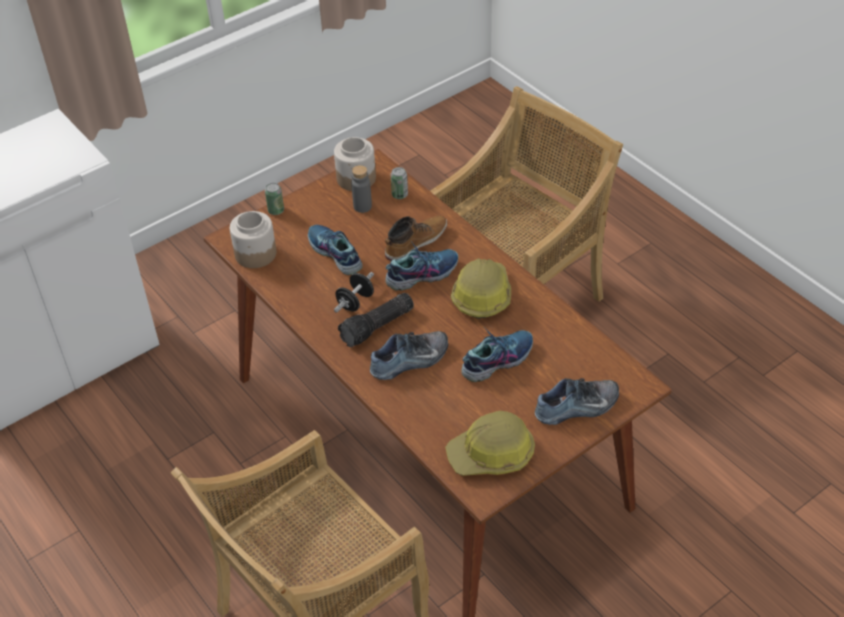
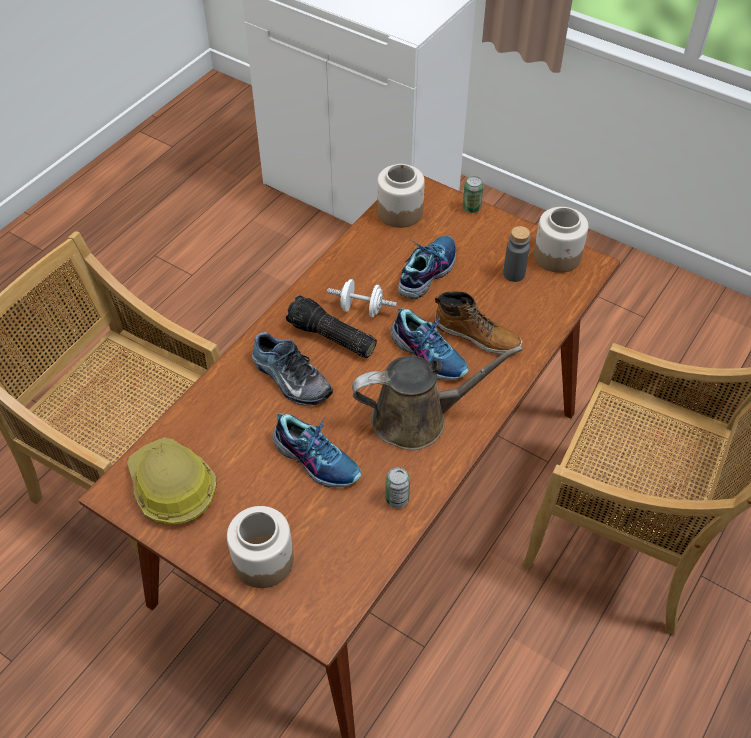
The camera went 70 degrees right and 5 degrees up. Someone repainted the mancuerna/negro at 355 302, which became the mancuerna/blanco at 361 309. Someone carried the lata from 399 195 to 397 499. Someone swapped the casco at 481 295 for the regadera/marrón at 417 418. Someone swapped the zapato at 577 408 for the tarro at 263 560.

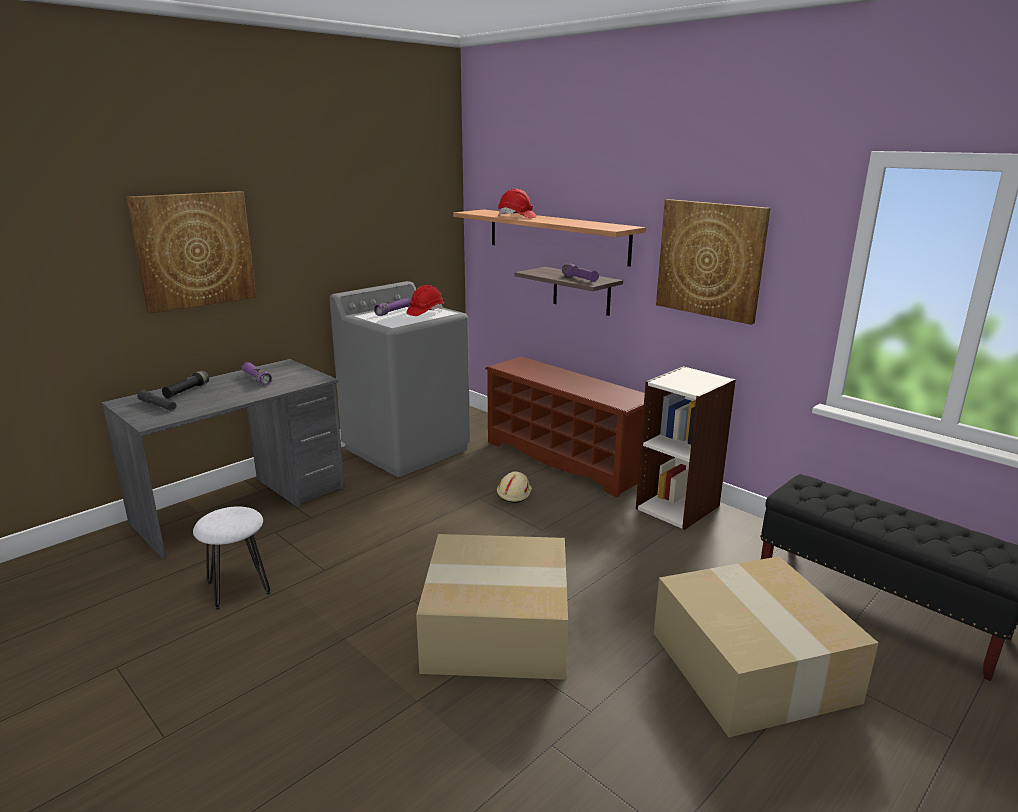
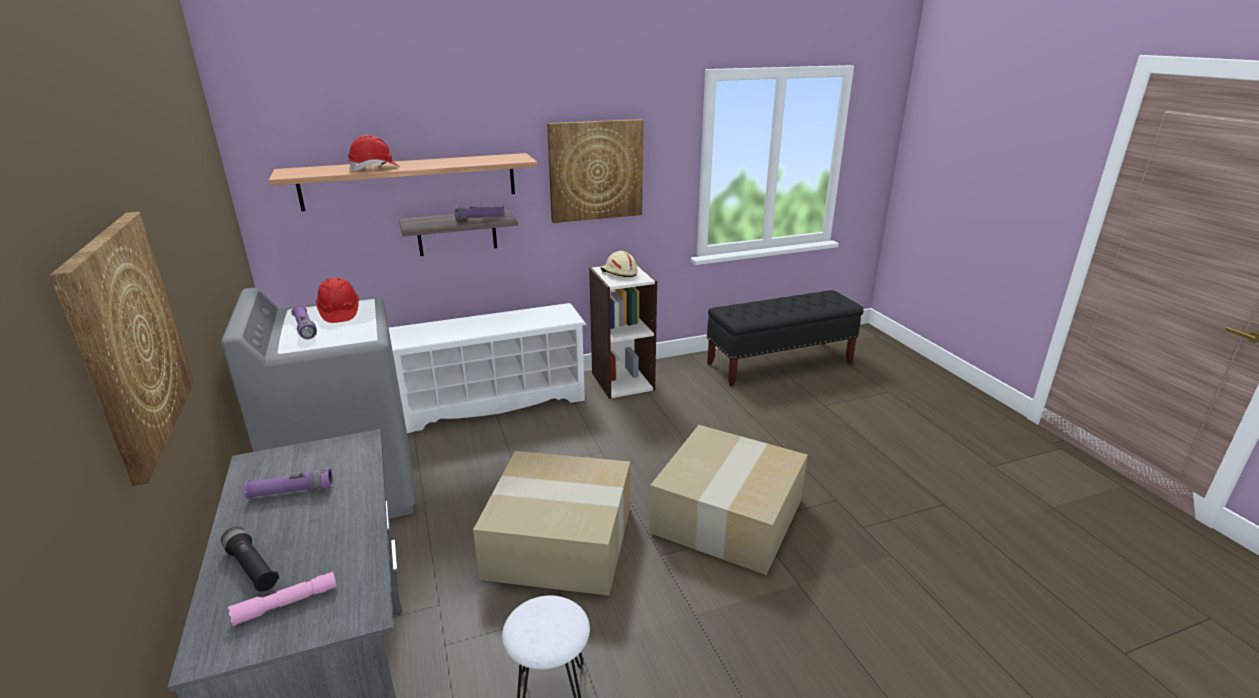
The camera went 65 degrees left and 5 degrees up. Someone repainted the linterna/gris at 158 405, which became the linterna/rosa at 286 604. Someone repainted the zapatero/marrón at 565 460, which became the zapatero/blanco at 495 402. Someone carried the casco/beis from 513 493 to 618 273. Someone carried the caja de cartón from 755 667 to 562 540.

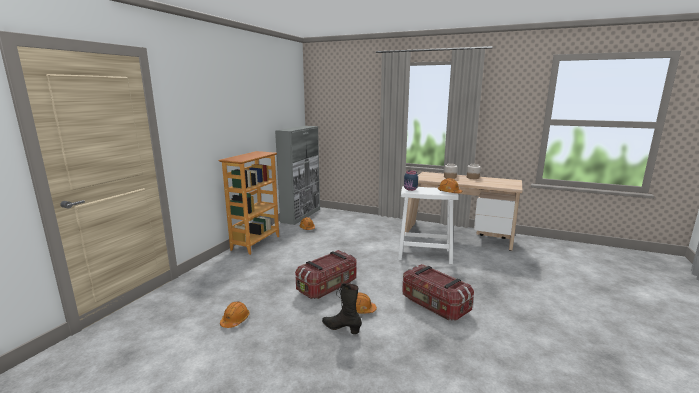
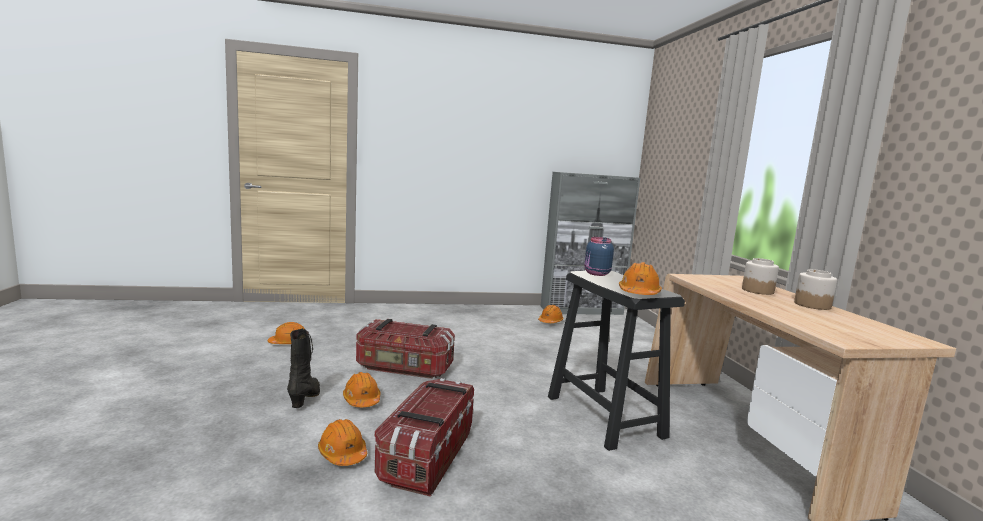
The camera went 55 degrees right and 5 degrees down. Someone took away the estantería at 255 243. Someone repainted the taburete/blanco at 424 254, which became the taburete/negro at 604 416. Someone put down the casco/naranja at 342 453.

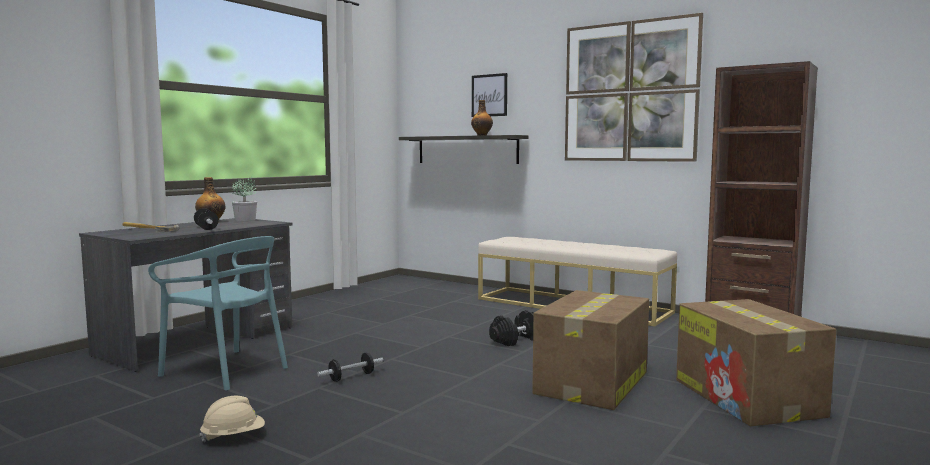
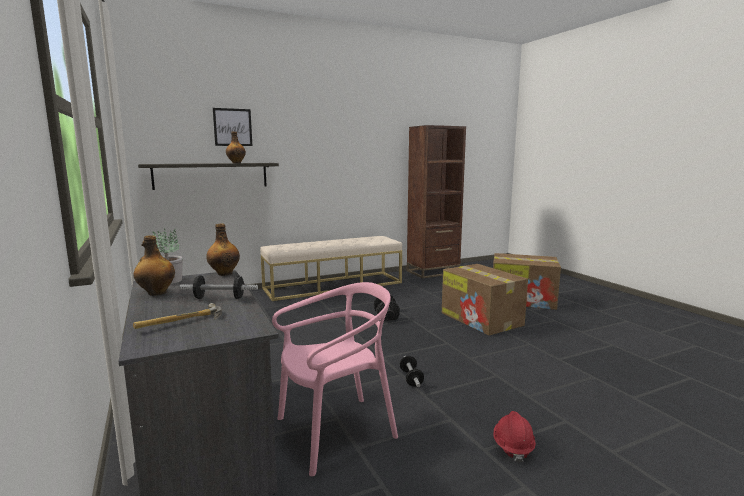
The camera went 60 degrees left and 5 degrees up. Someone repainted the silla/turquesa at 226 370, which became the silla/rosa at 335 431. Someone repainted the casco/beis at 233 437, which became the casco/rojo at 512 447. Someone took away the cuadro at 630 92. Someone put down the botella at 224 273.

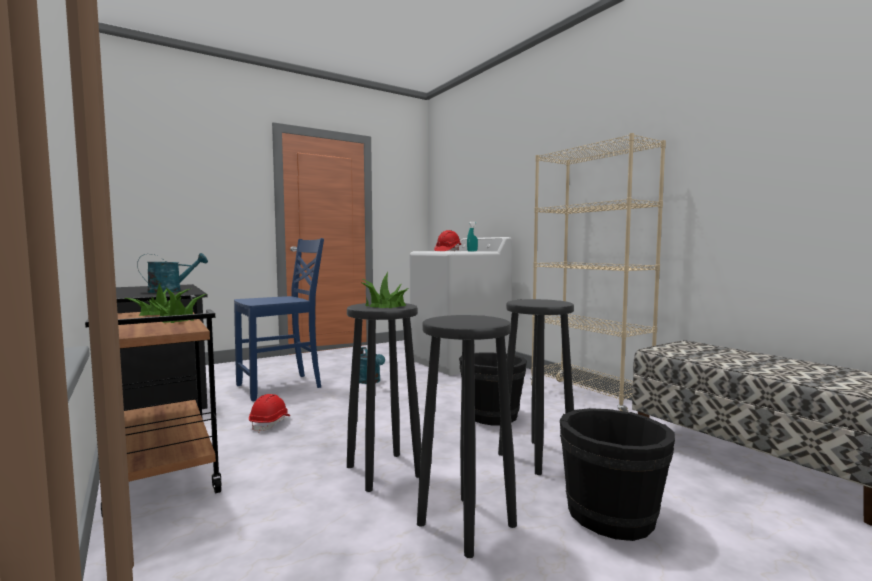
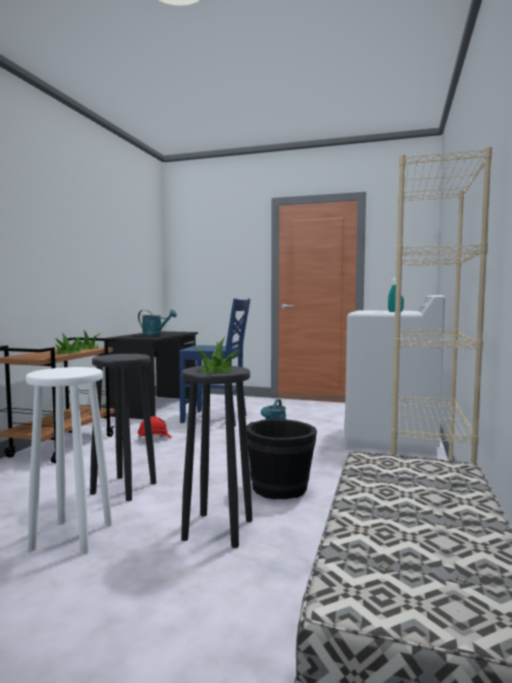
The camera went 50 degrees right and 0 degrees up. Someone carried the planta en maceta from 385 305 to 217 369. Someone repainted the taburete/negro at 465 525, which became the taburete/blanco at 71 536. Someone took away the casco/rojo at 447 251. Someone took away the cubo/negro at 611 515.

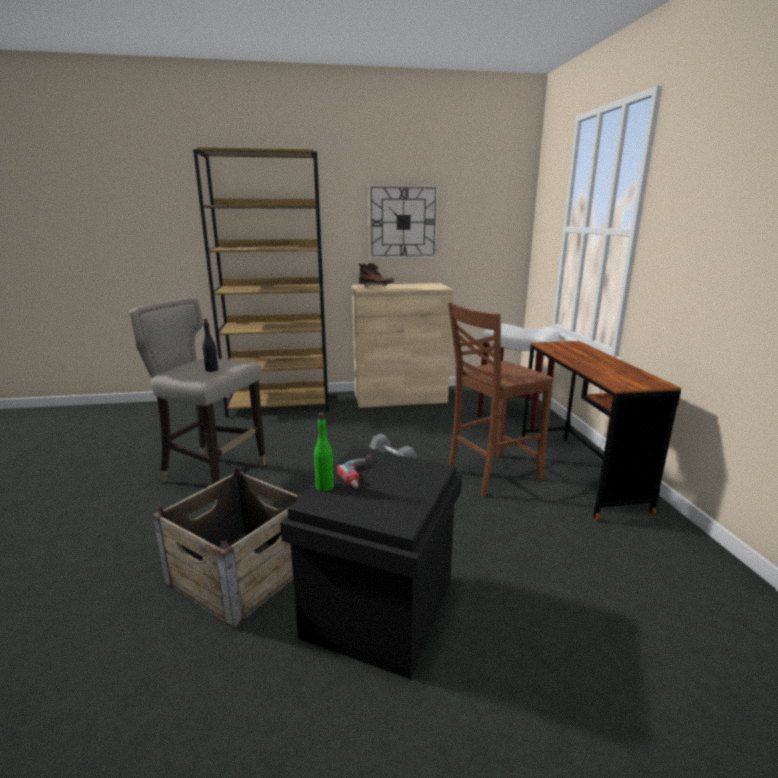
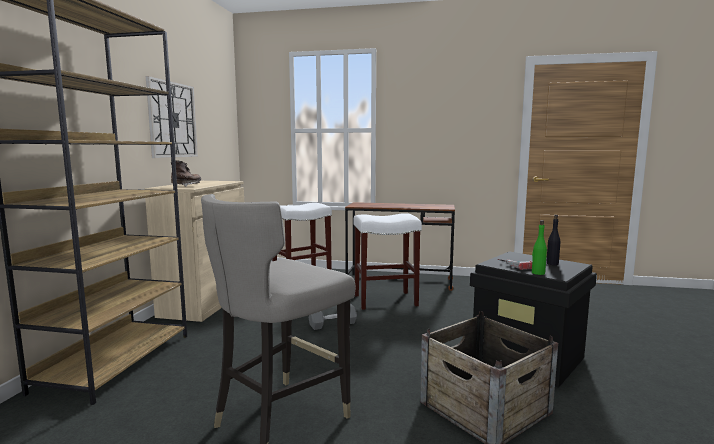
The camera went 70 degrees left and 10 degrees down. Someone carried the botella/negro from 212 370 to 552 263. Someone swapped the silla/marrón at 490 474 for the taburete/blanco at 384 300.

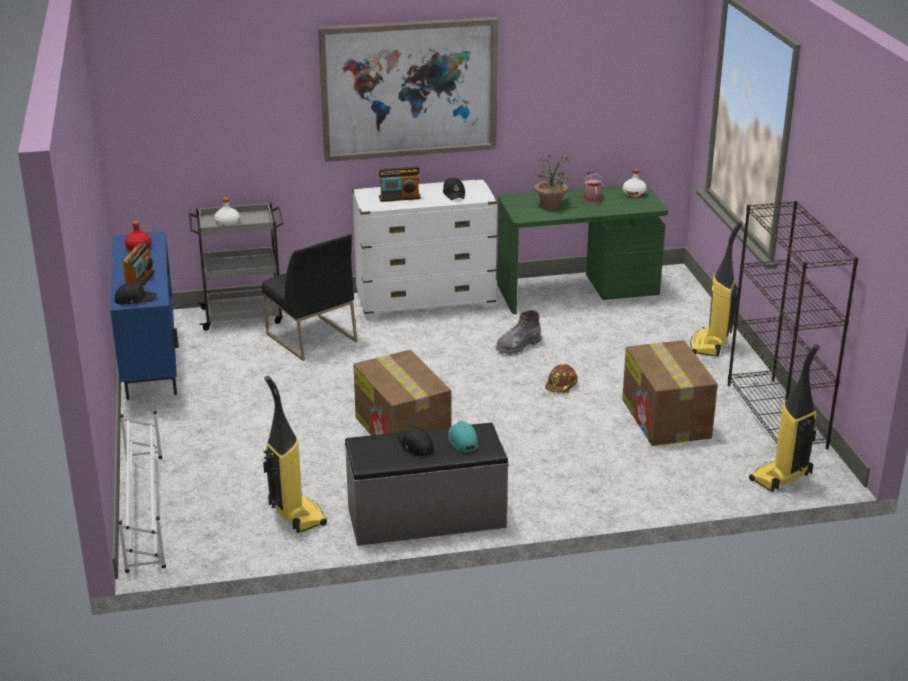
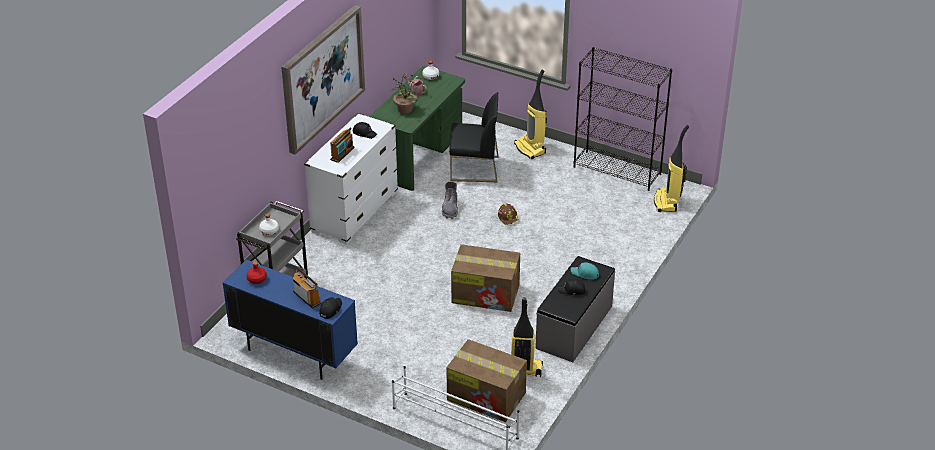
The camera went 50 degrees left and 10 degrees up. Someone carried the silla/negro from 310 337 to 474 169. Someone carried the caja de cartón from 666 419 to 487 397.

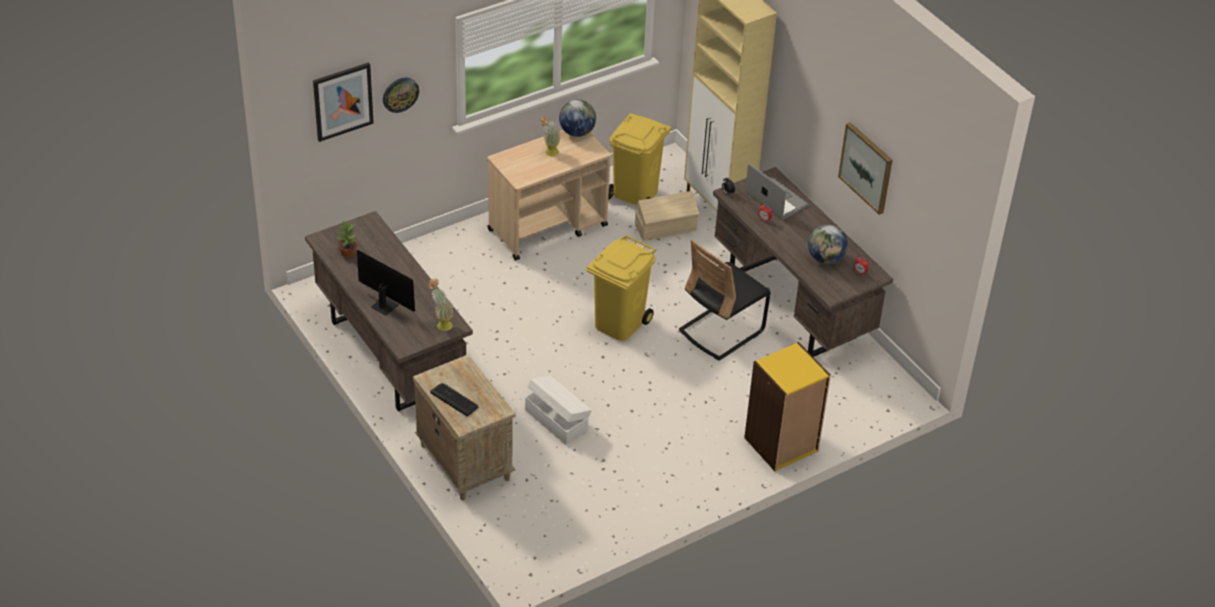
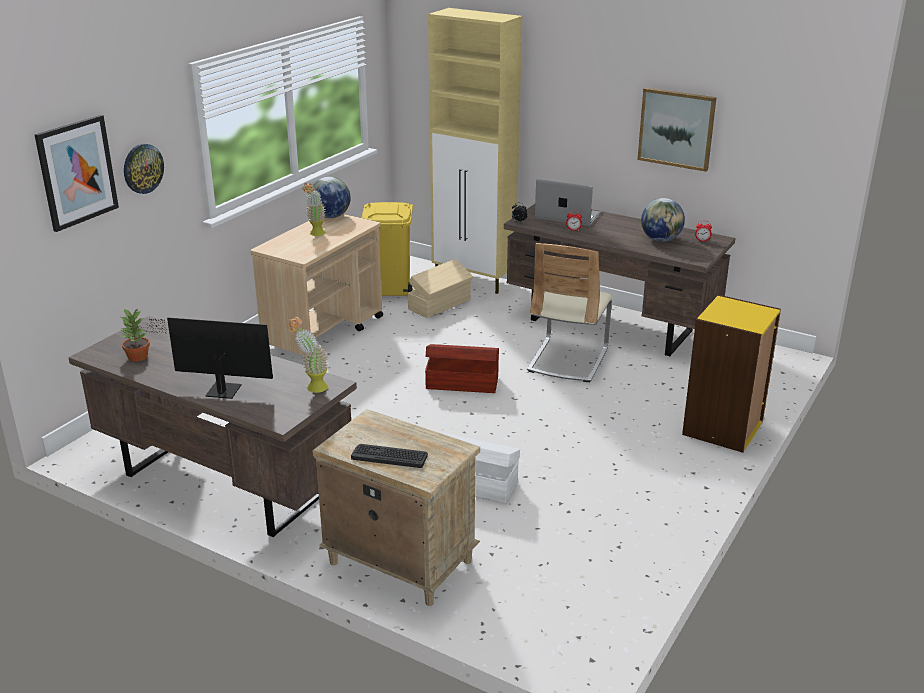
The camera went 25 degrees left and 15 degrees down. Someone swapped the papelera/amarillo at 618 323 for the caja de almacenaje/marrón at 461 382. Someone repainted the silla/negro at 721 331, which became the silla/beis at 567 360.

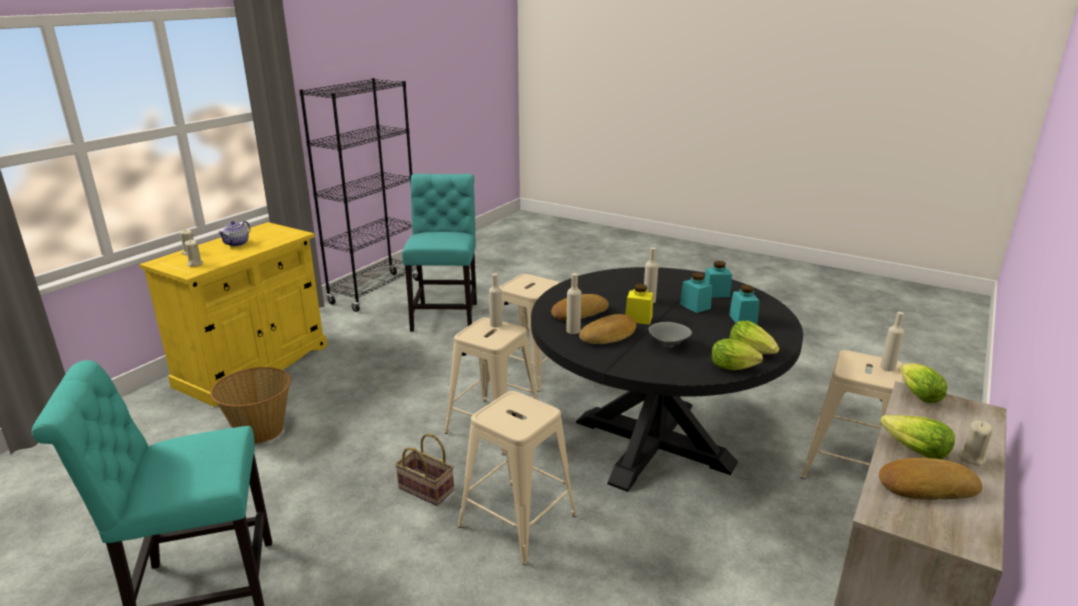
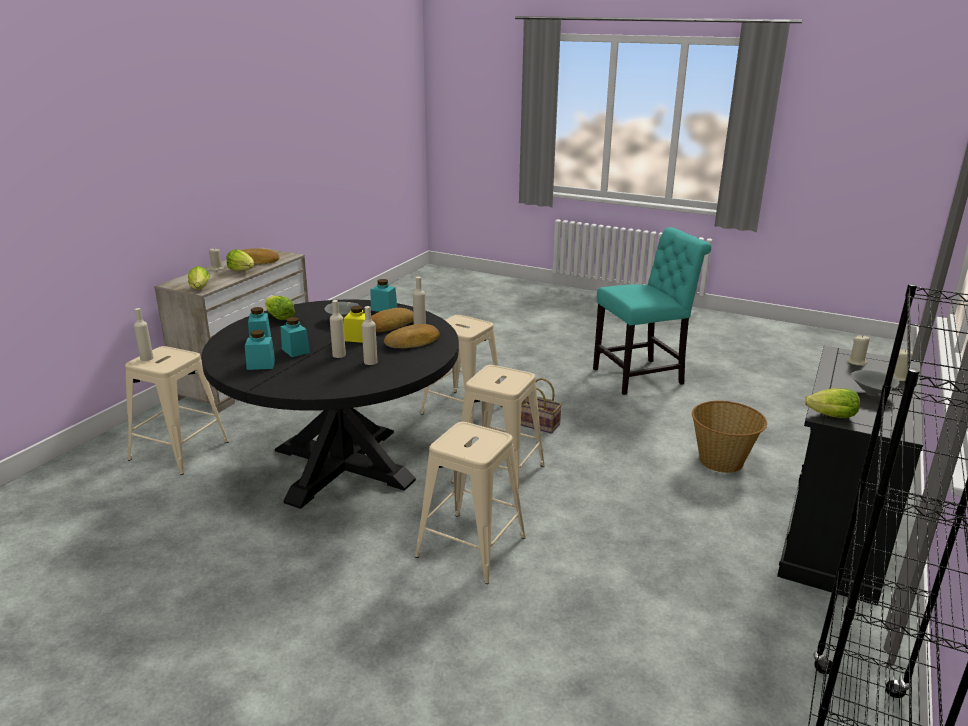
The camera went 175 degrees right and 0 degrees up. Someone repainted the armario/amarillo at 253 366, which became the armario/negro at 832 536. Someone swapped the tetera at 237 244 for the cuenco/gris at 871 394. Someone took away the silla/turquesa at 446 315. Someone carried the botella/beis from 496 324 to 370 362. Someone carried the lechuga from 735 368 to 828 416. Someone put down the tarro/turquesa at 384 309.

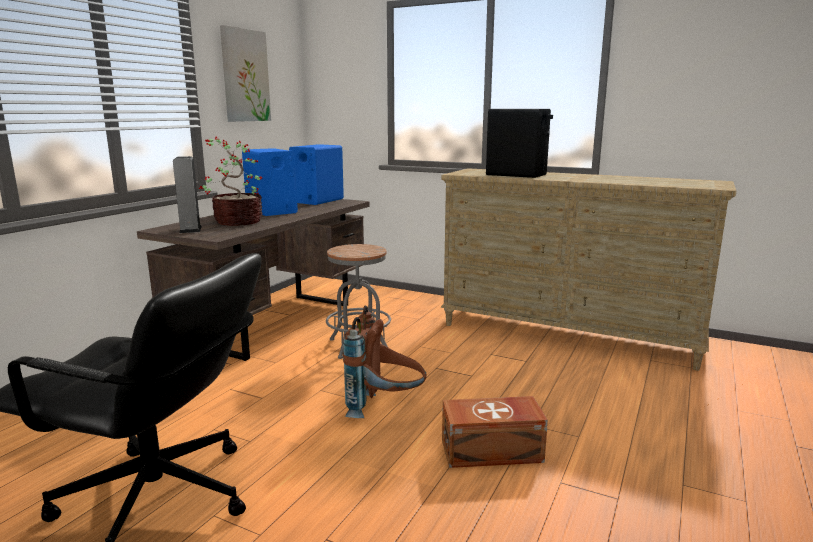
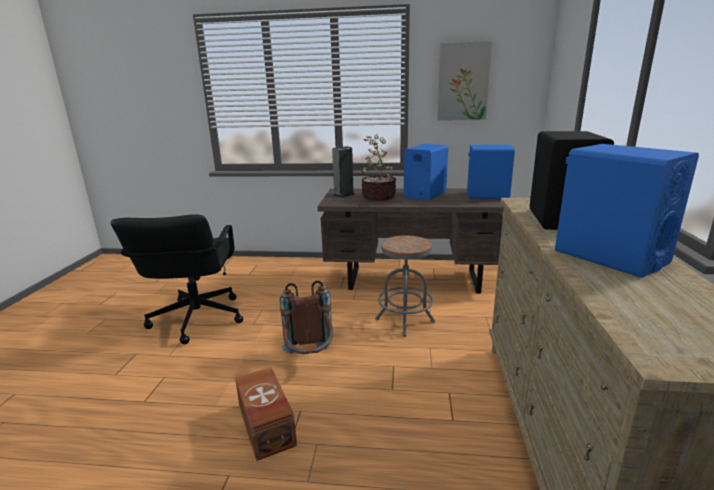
The camera went 70 degrees right and 5 degrees up. Someone put down the altavoz/azul at 609 257.

